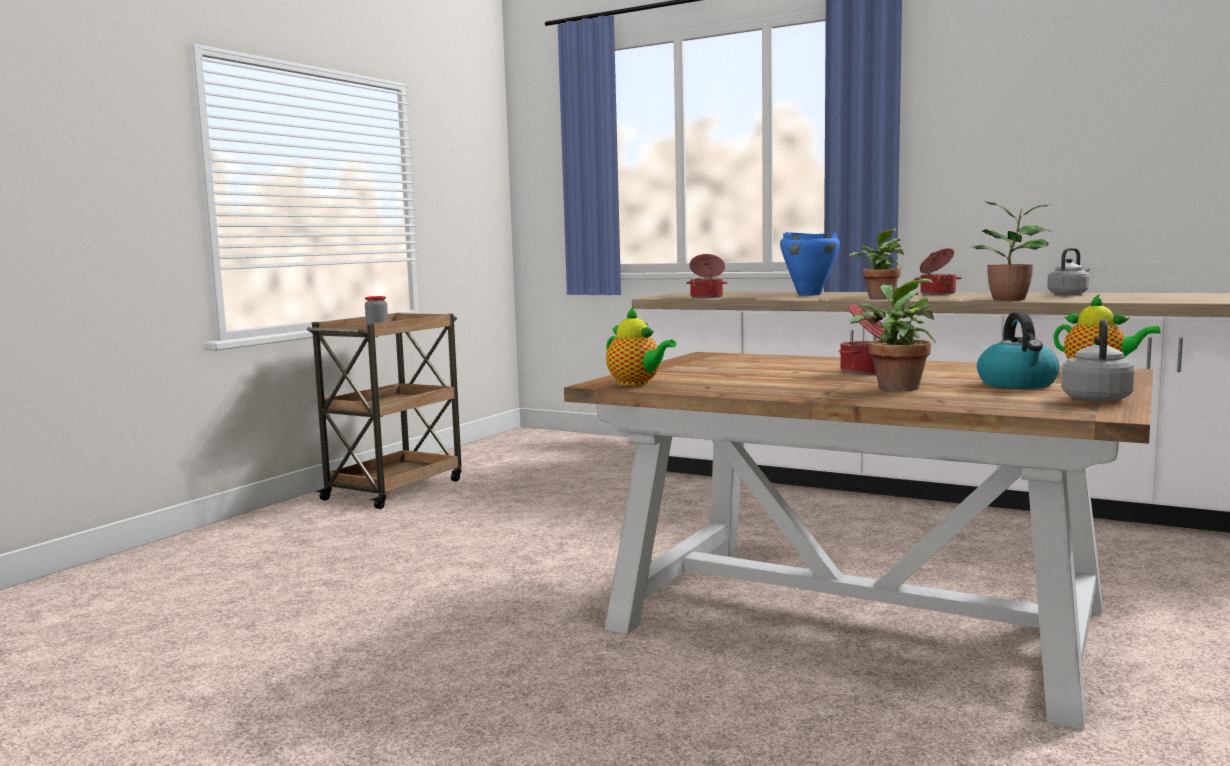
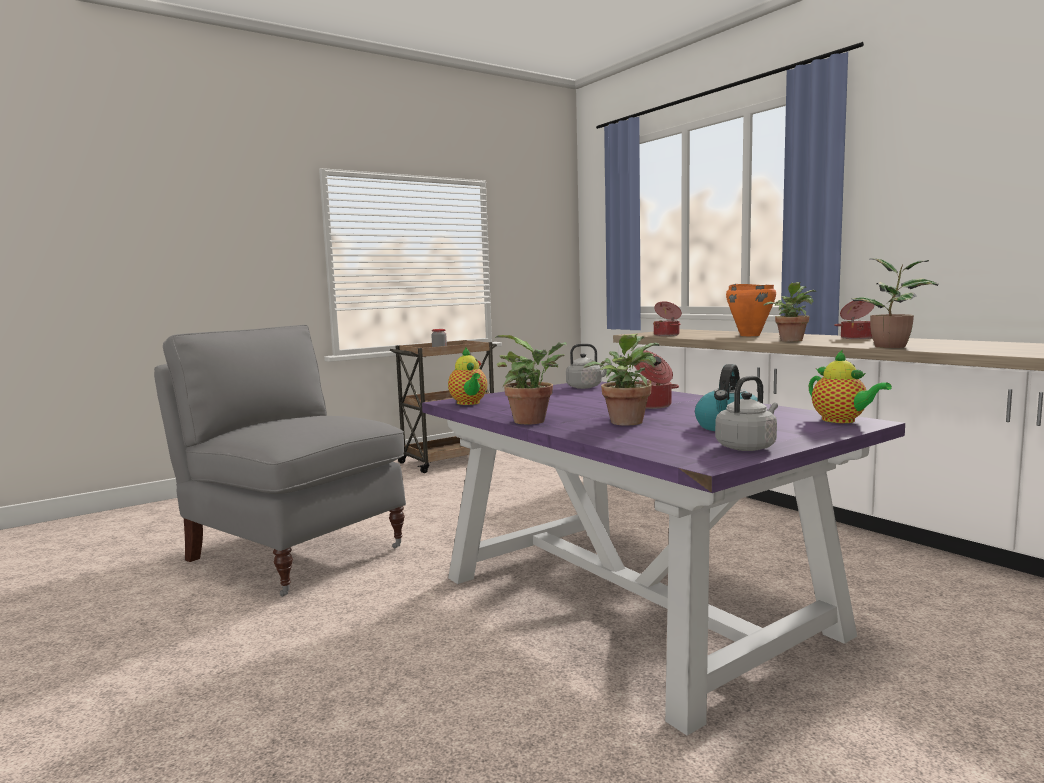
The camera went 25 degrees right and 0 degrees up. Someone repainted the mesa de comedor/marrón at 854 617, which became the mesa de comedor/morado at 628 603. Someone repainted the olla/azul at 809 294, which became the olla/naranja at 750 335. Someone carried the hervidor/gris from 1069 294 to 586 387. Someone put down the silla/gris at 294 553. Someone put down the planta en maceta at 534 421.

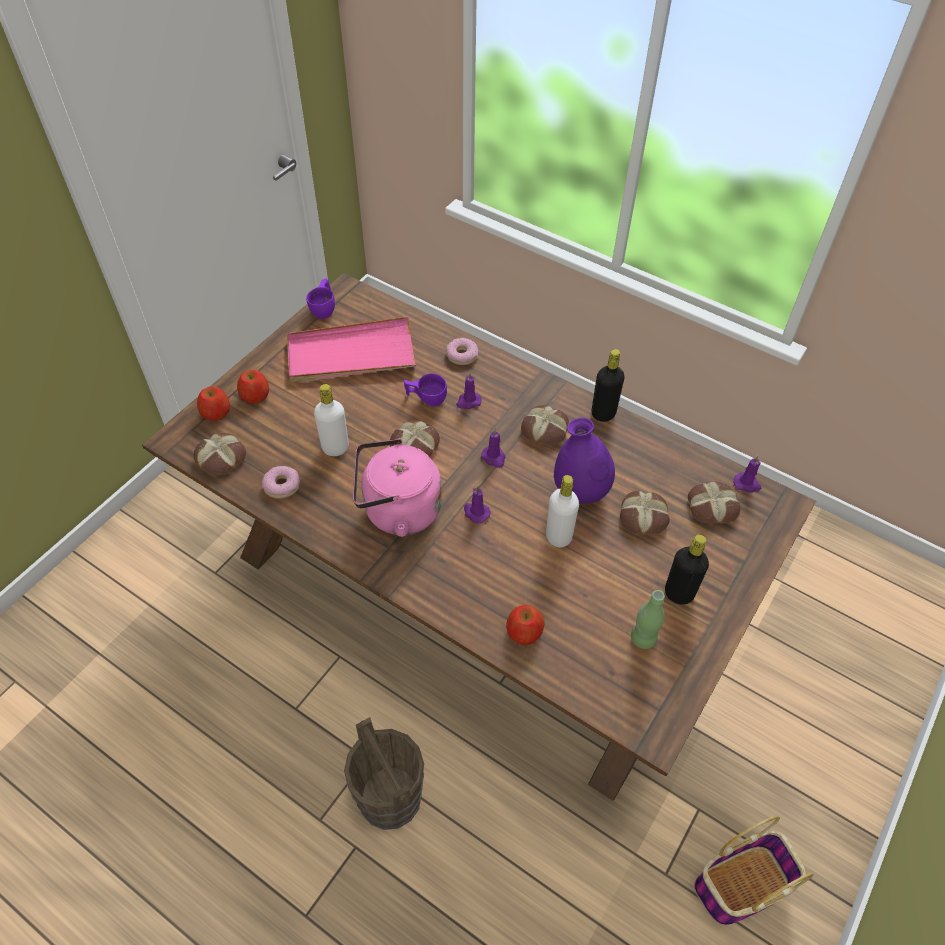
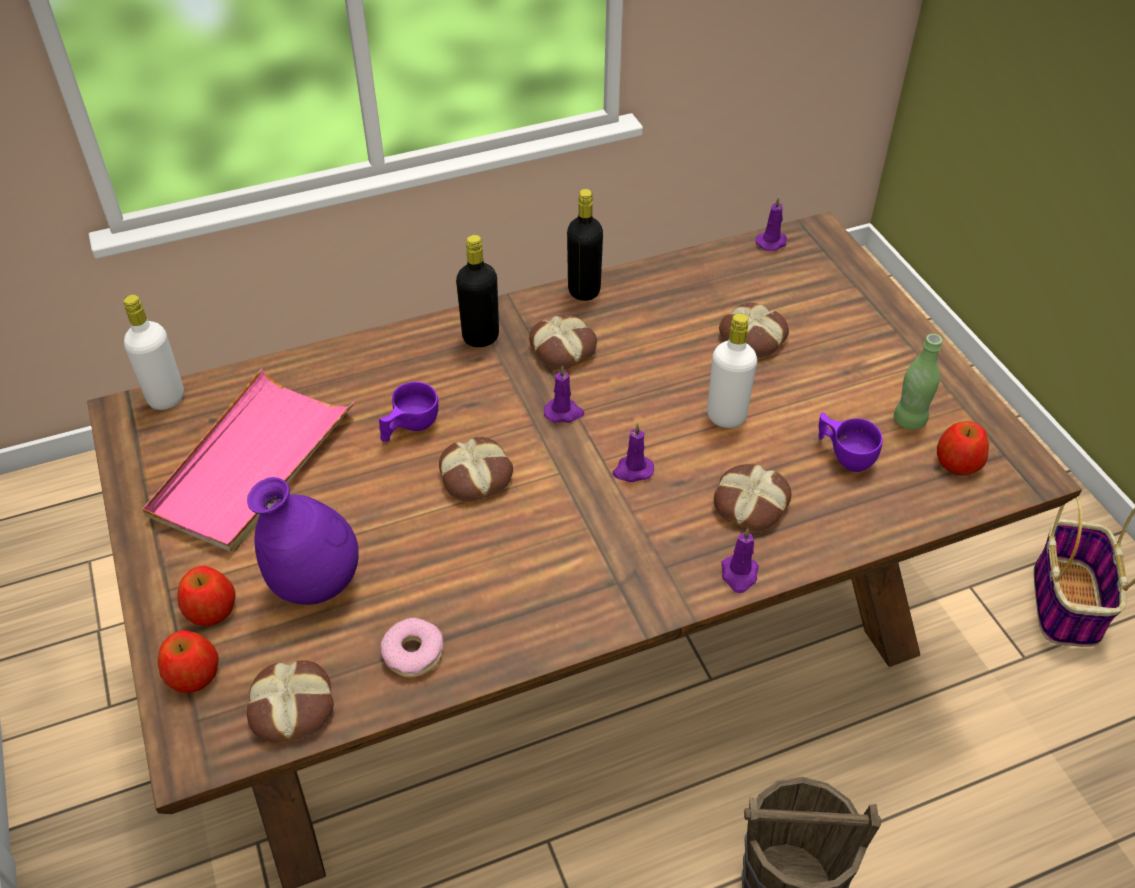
The camera went 55 degrees left and 5 degrees down. Someone carried the taza/morado from 324 308 to 844 454. Someone carried the botella/blanco from 335 448 to 166 398. Someone took away the hervidor/rosa at 397 511. Someone took away the rosquilla at 462 355. Someone carried the vela/morado from 468 402 to 739 575. Someone carried the manzana from 524 632 to 958 462. Someone carried the florero/morado from 580 491 to 316 584. Someone carried the botella/negro from 679 593 to 480 337. Someone carried the pan from 712 506 to 749 503.

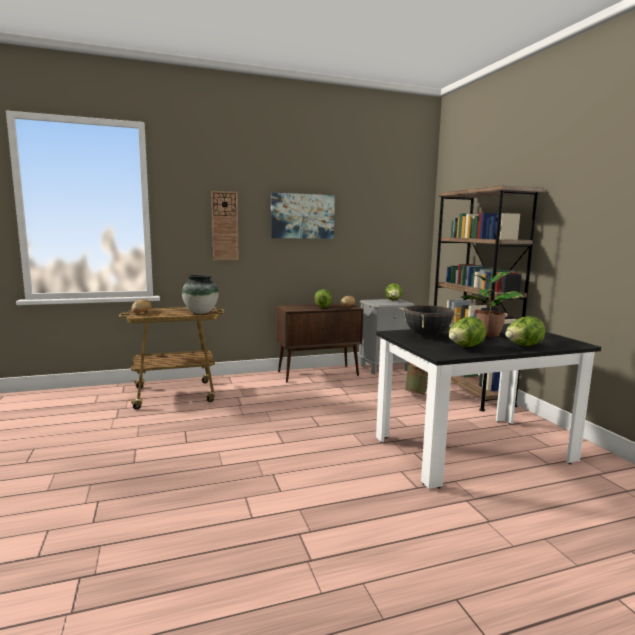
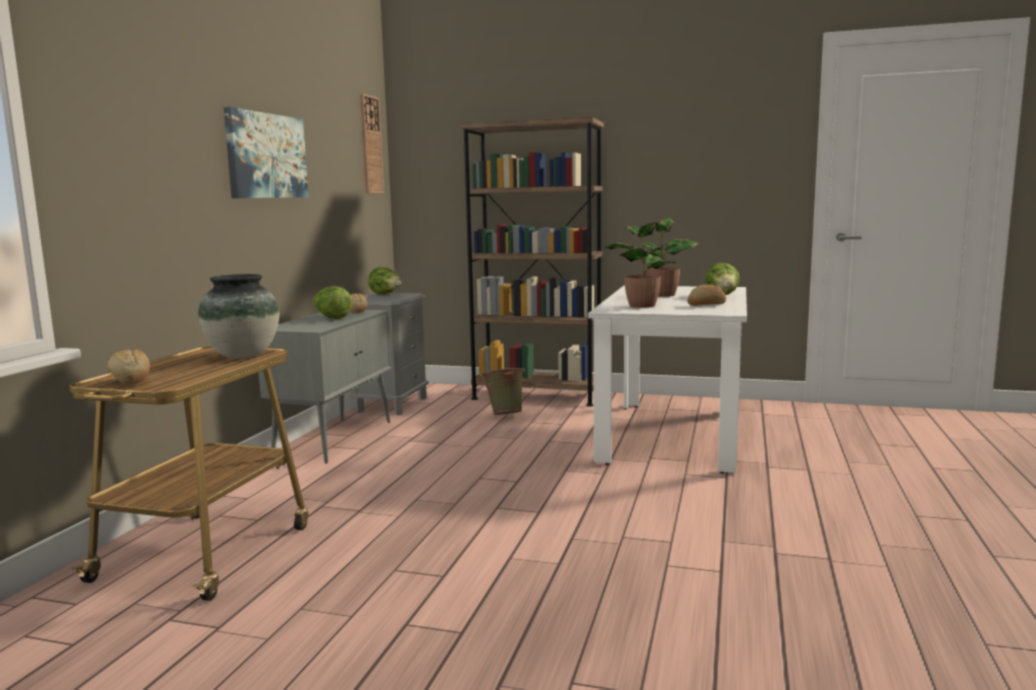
The camera went 55 degrees left and 0 degrees up. Someone carried the reloj de pared from 225 226 to 371 145. Someone repainted the armario/marrón at 319 373, which became the armario/gris at 335 438. Someone repainted the mesa de comedor/negro at 473 449, which became the mesa de comedor/blanco at 672 435. Someone swapped the olla/negro at 427 335 for the planta en maceta at 640 305. Someone swapped the lechuga at 465 347 for the pan at 707 305.

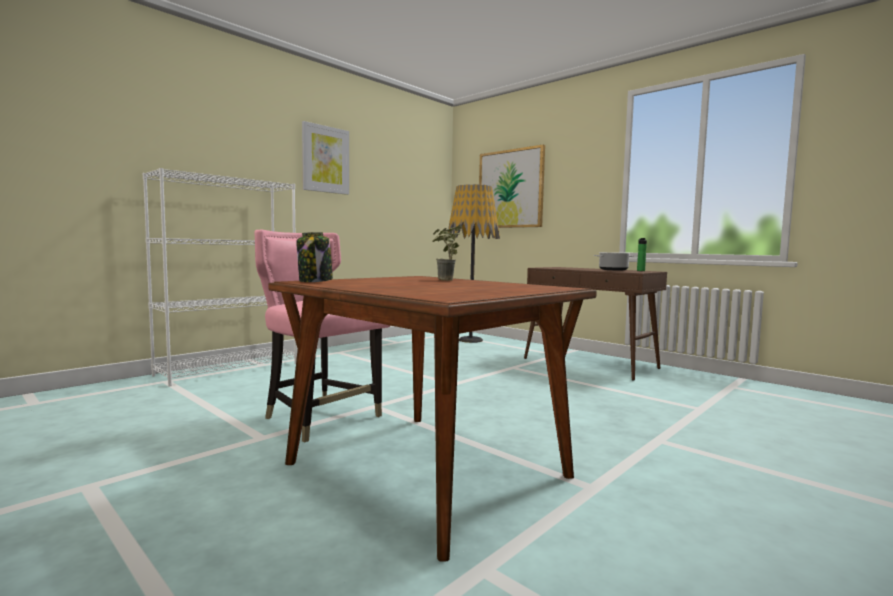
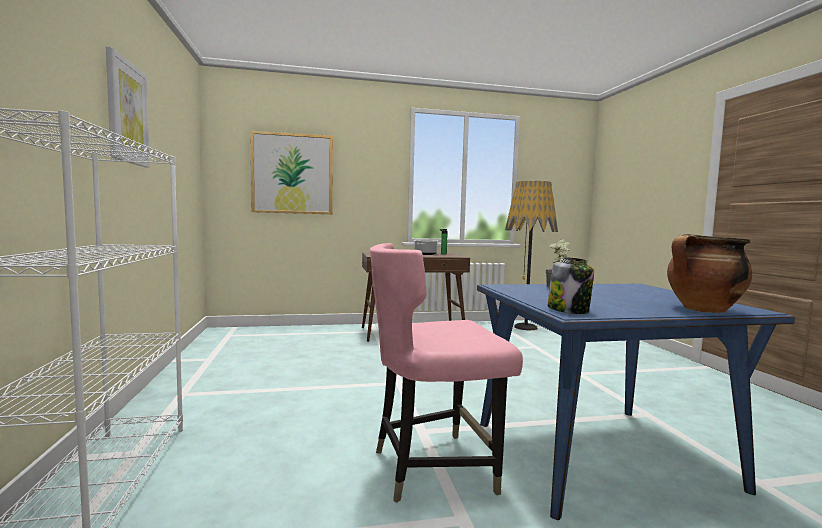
The camera went 55 degrees left and 0 degrees up. Someone repainted the mesa de comedor/marrón at 427 470, which became the mesa de comedor/azul at 600 454. Someone carried the lámpara de pie from 470 340 to 525 327. Someone put down the olla at 703 310.

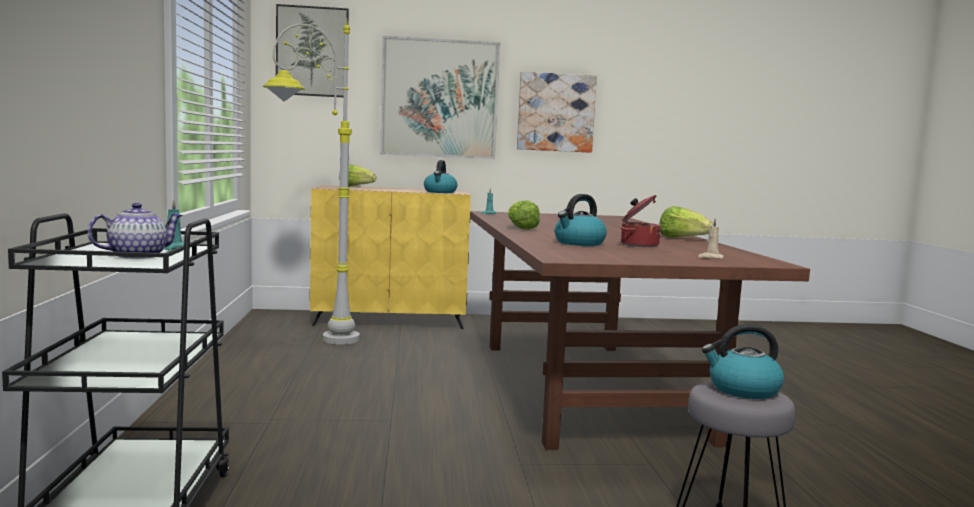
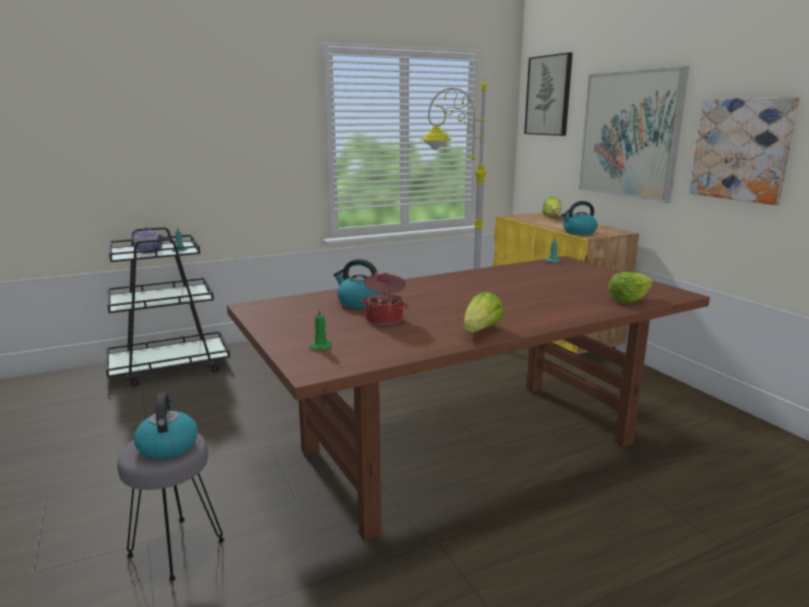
The camera went 70 degrees right and 10 degrees up. Someone carried the lechuga from 520 228 to 628 299. Someone repainted the vela/beis at 710 258, which became the vela/verde at 321 346.

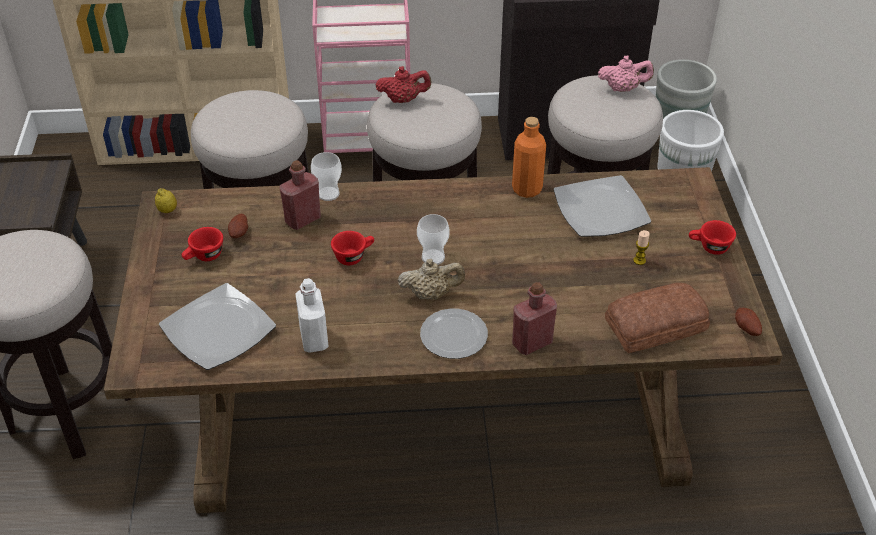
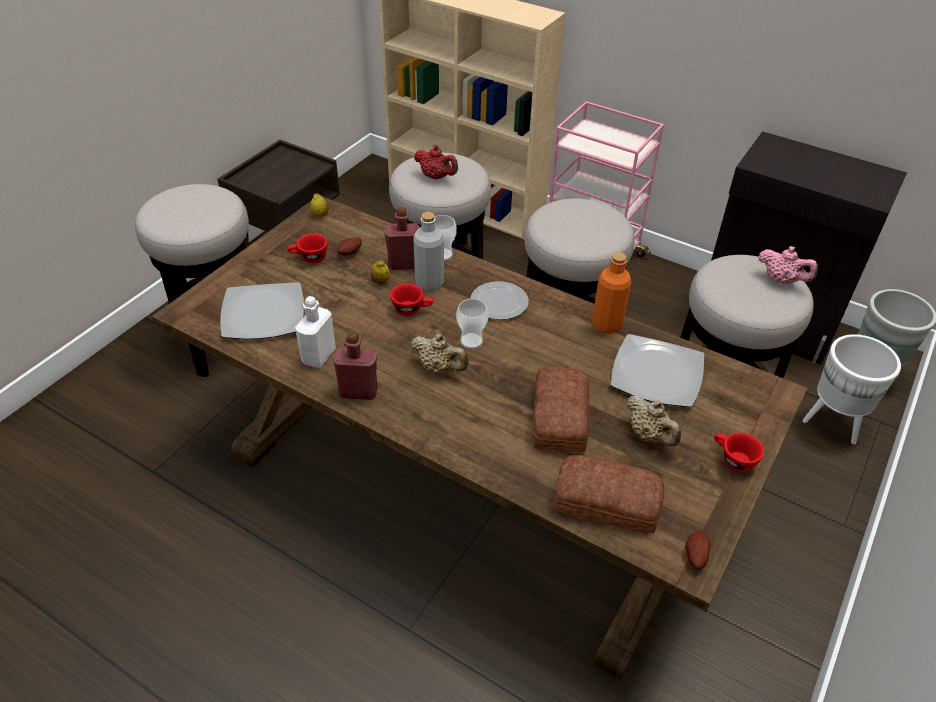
The camera went 35 degrees right and 0 degrees up. Someone carried the tetera/rojo from 403 100 to 436 177. Someone carried the plato from 452 335 to 498 302. Someone carried the botella/rojo from 532 343 to 358 392. Someone swapped the vela at 639 260 for the tetera/beis at 649 435. Someone put down the limón at 380 281. Someone put down the botella/gris at 429 283. Someone put down the pan at 557 417.

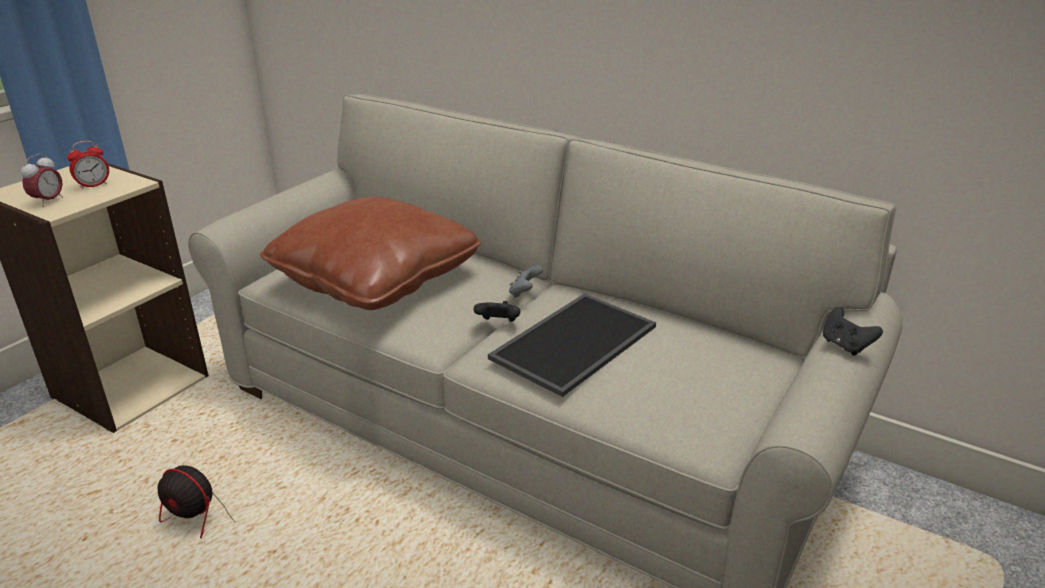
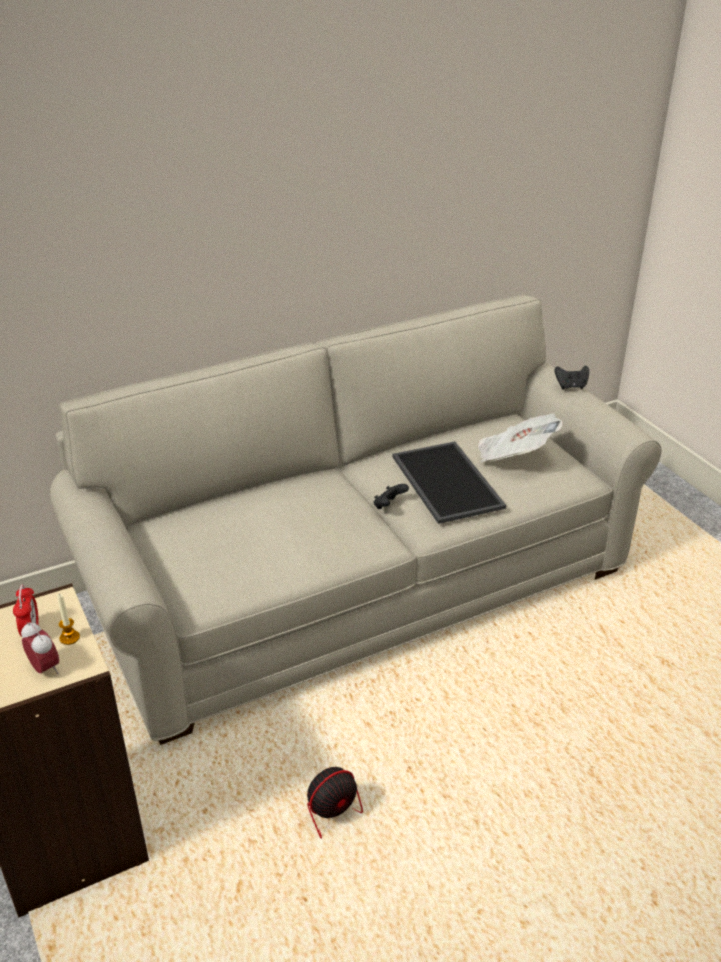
The camera went 60 degrees left and 5 degrees up. Someone took away the cojín/marrón at 375 279. Someone took away the mando de consola/gris at 524 293. Someone put down the vela at 69 638. Someone put down the periódico at 514 456.

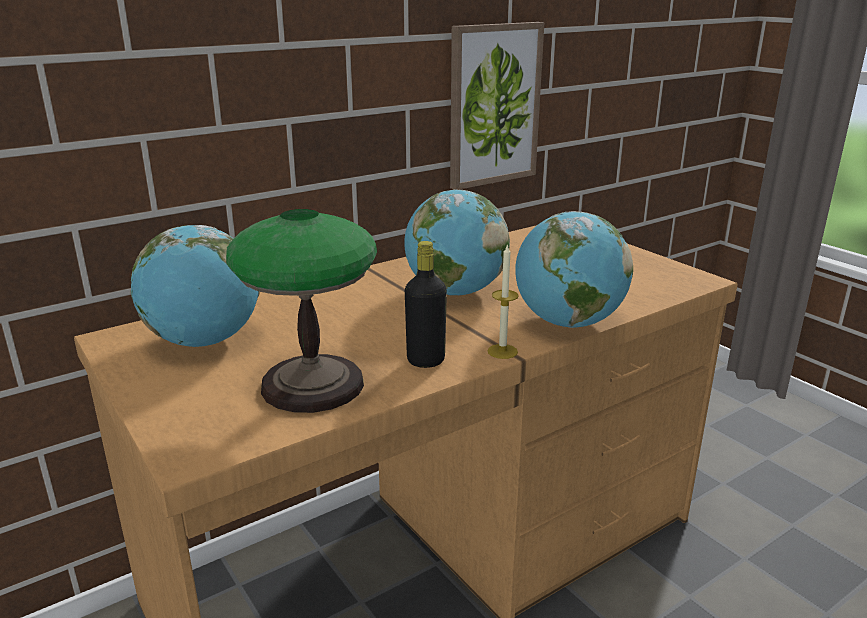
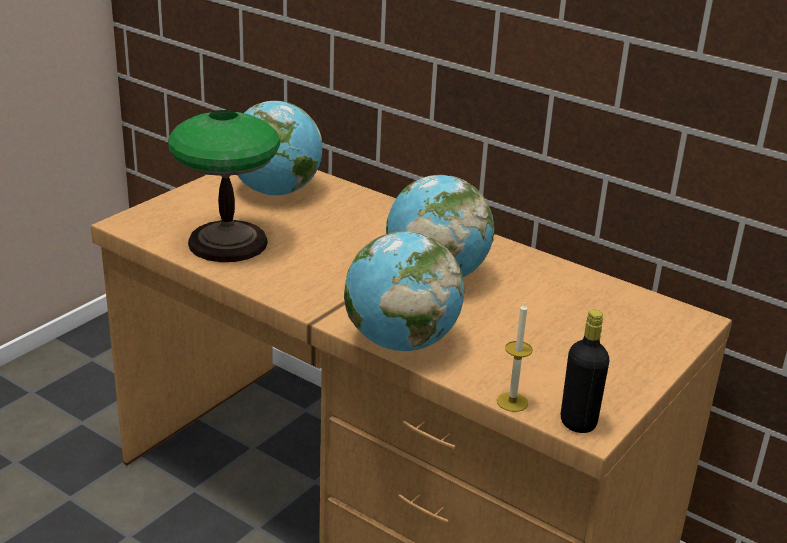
The camera went 70 degrees right and 5 degrees up. Someone carried the botella/negro from 425 360 to 578 422. Someone took away the cuadro at 493 105. Someone carried the vela from 502 351 to 512 402.

